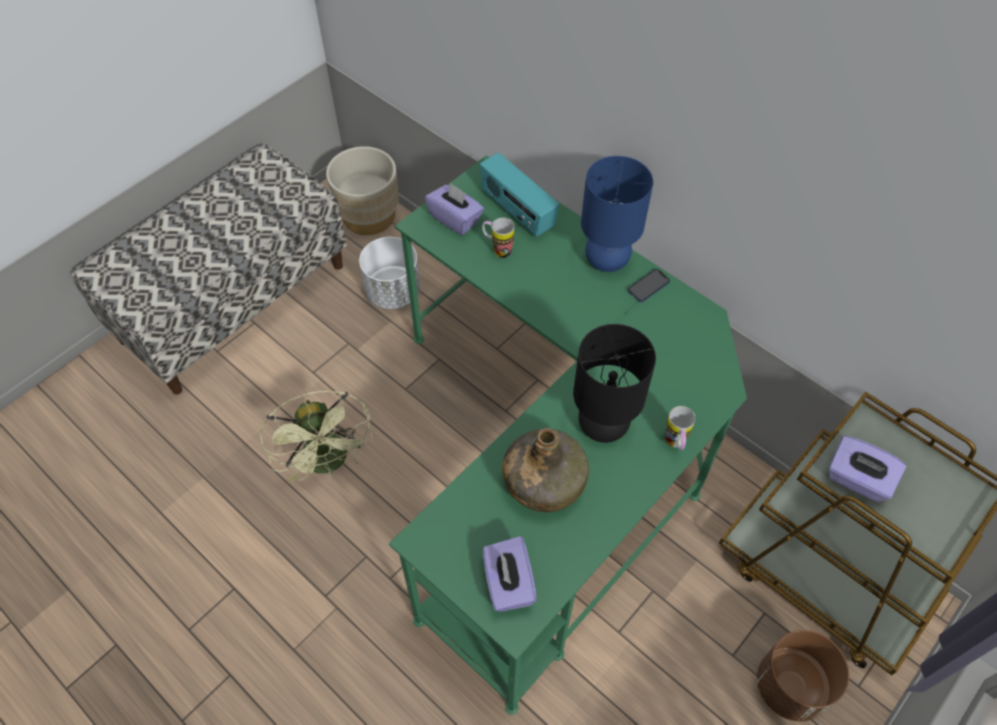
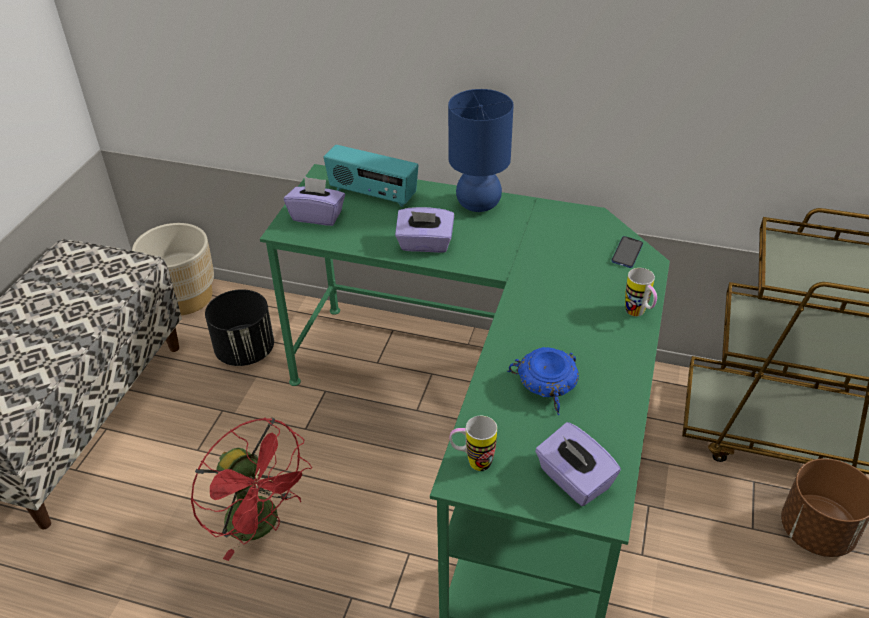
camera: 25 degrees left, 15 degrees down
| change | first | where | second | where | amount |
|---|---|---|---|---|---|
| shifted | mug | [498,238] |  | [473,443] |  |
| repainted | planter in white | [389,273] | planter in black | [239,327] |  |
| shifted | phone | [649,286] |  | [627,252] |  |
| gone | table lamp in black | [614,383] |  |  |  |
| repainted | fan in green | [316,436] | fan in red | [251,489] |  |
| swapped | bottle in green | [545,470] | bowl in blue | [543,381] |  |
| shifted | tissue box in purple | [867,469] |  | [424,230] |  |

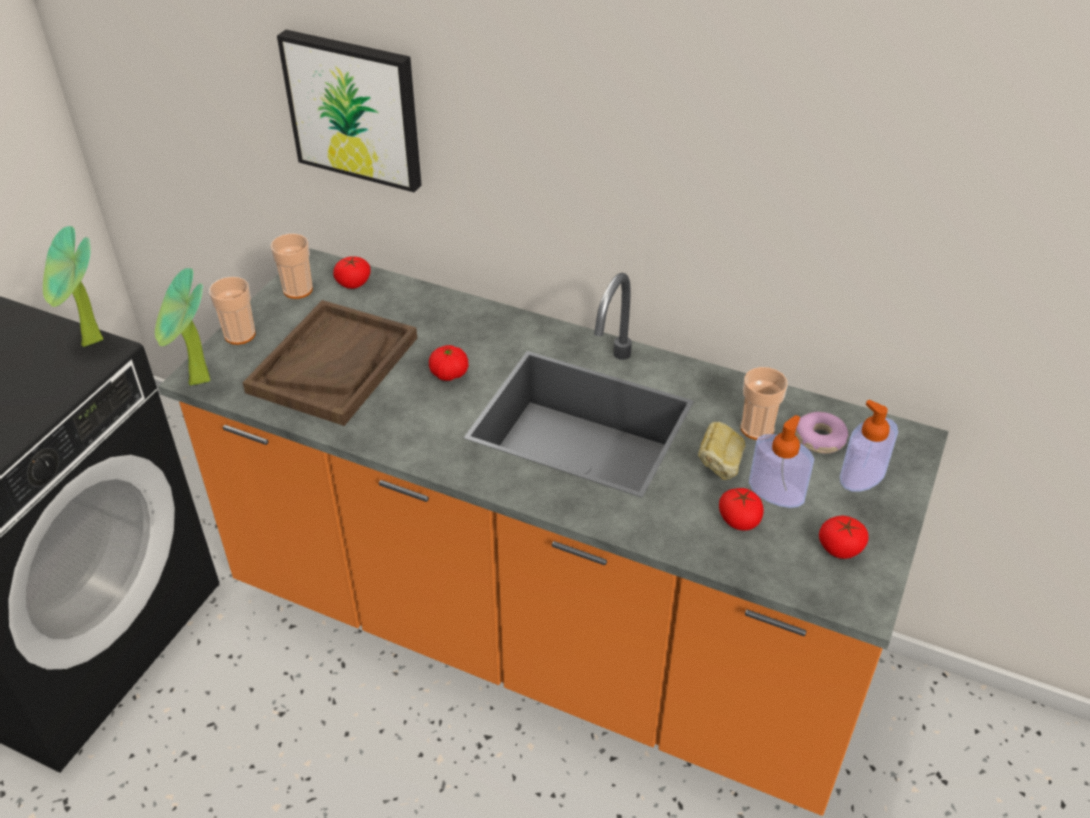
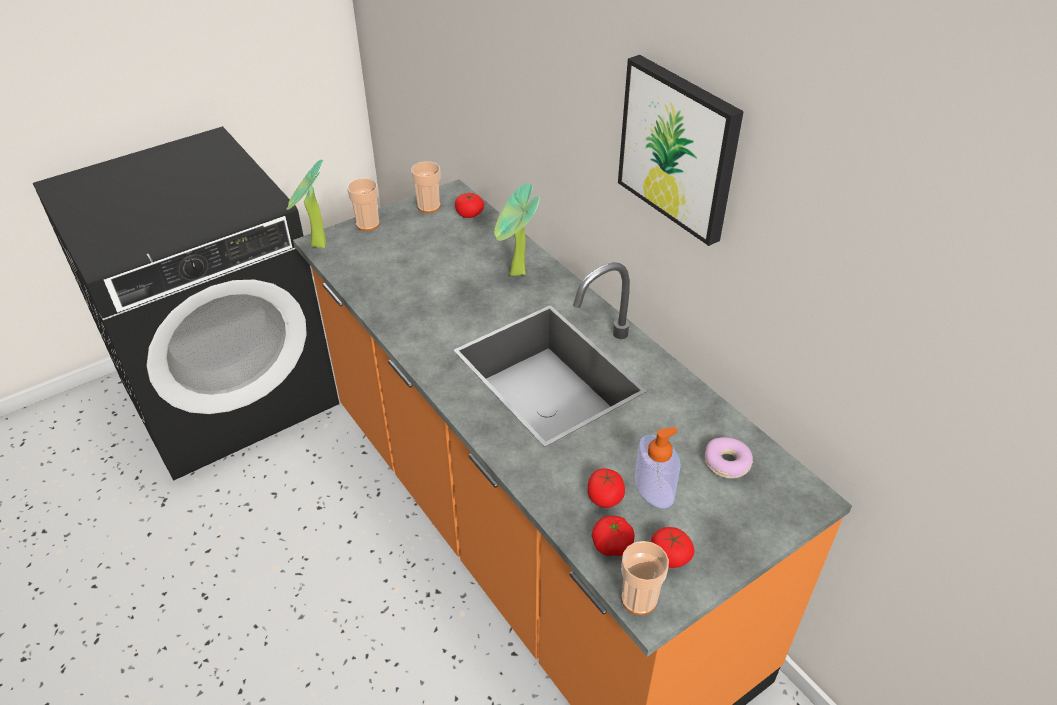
camera: 30 degrees right, 0 degrees up
| change | first | where | second | where | amount |
|---|---|---|---|---|---|
| shifted | picture | [349,111] |  | [681,150] |  |
| shifted | potted plant | [73,286] |  | [517,230] |  |
| gone | tray in brown | [329,363] |  |  |  |
| shifted | tomato | [448,363] |  | [613,536] |  |
| shifted | cup | [764,403] |  | [645,578] |  |
| gone | soap dispenser | [869,446] |  |  |  |
| gone | bread | [721,451] |  |  |  |

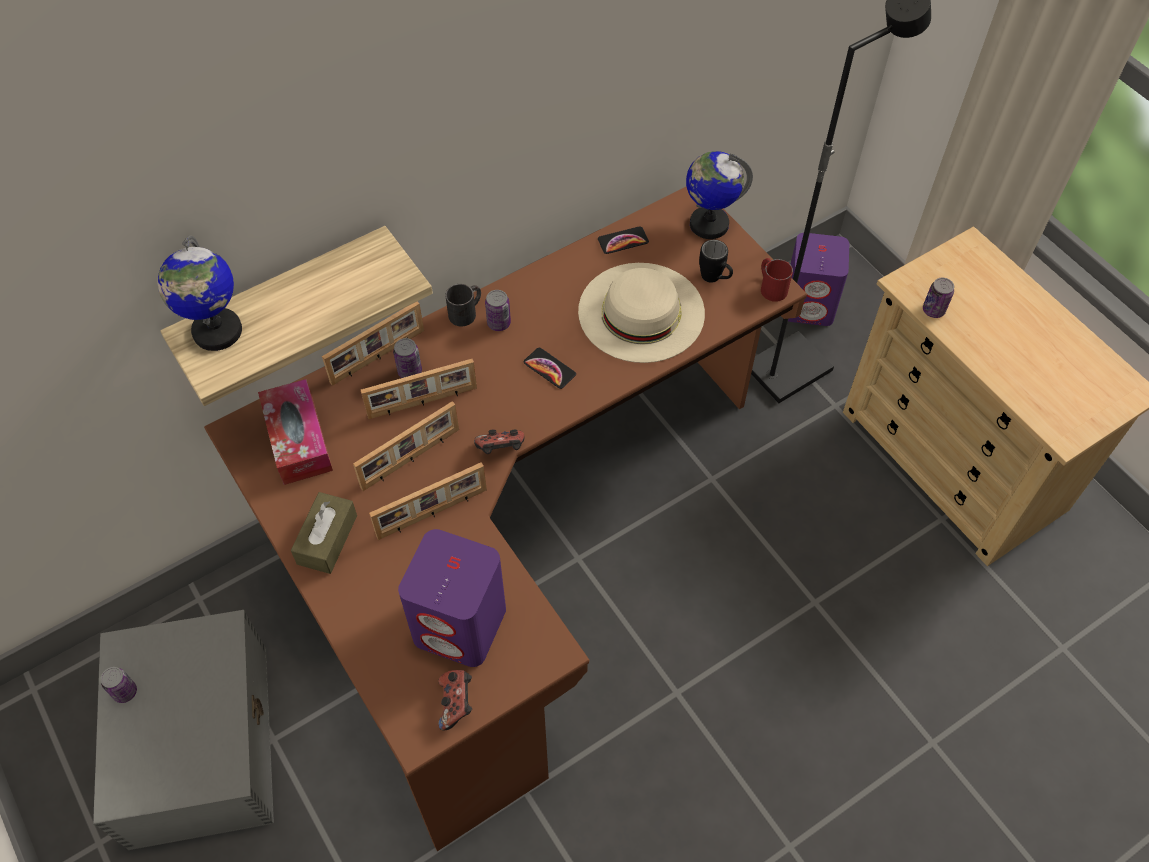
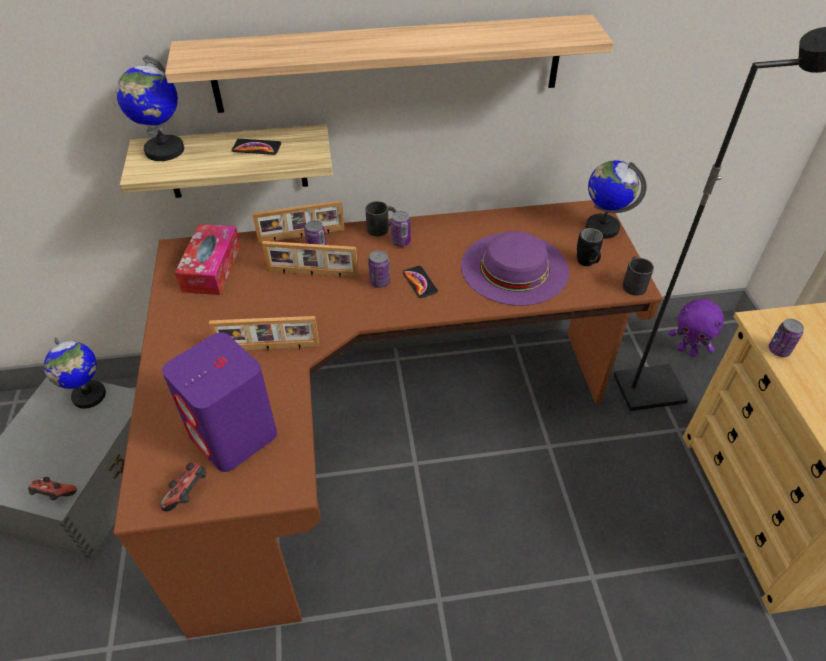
camera: 25 degrees right, 10 degrees down
| change | first | where | second | where | amount |
|---|---|---|---|---|---|
| shifted | phone | [623,240] |  | [256,147] |  |
| swapped | speaker in purple | [818,279] | plush toy in purple | [696,328] |  |
| repainted | mug in red | [777,280] | mug in black | [638,276] |  |
| repainted | hat in beige | [641,313] | hat in purple | [515,268] |  |
| gone | picture frame | [406,446] |  |  |  |
| shifted | game controller | [499,441] |  | [52,489] |  |
| gone | tissue box in brown | [324,533] |  |  |  |
| shifted | can | [118,685] |  | [379,269] |  |
| new |  |  | shelf | [389,63] |  |
| new |  |  | globe | [75,373] |  |

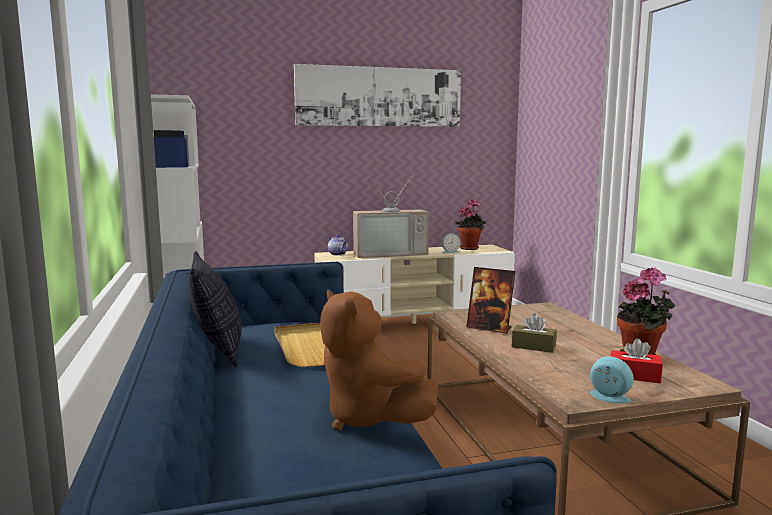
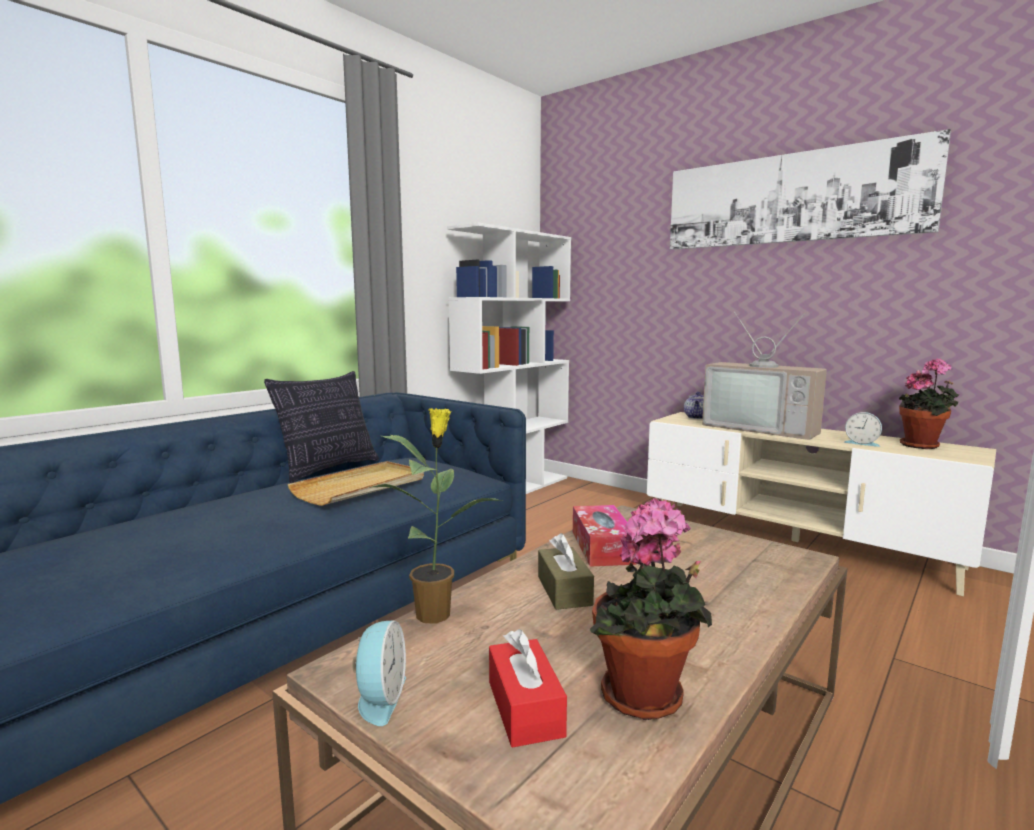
camera: 55 degrees right, 0 degrees up
| change | first | where | second | where | amount |
|---|---|---|---|---|---|
| swapped | picture frame | [490,300] | tissue box | [605,536] |  |
| gone | plush toy in brown | [379,360] |  |  |  |
| new |  |  | potted plant | [437,516] |  |

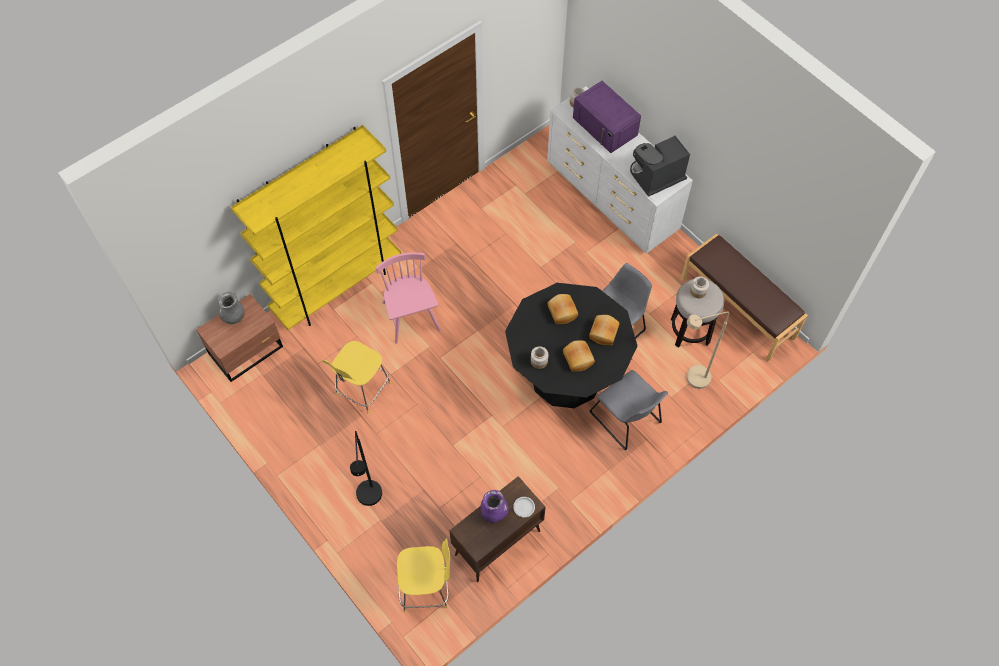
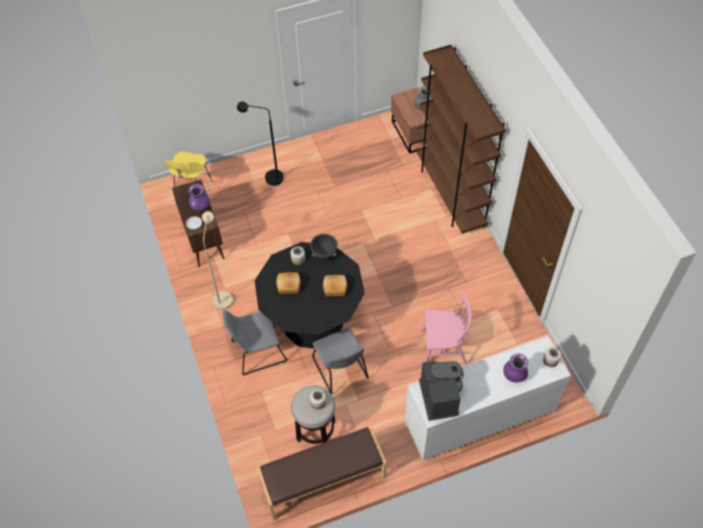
camera: 110 degrees right, 5 degrees down
| change | first | where | second | where | amount |
|---|---|---|---|---|---|
| swapped | microwave in purple | [607,117] | vase in purple | [515,368] |  |
| repainted | bookcase in yellow | [316,228] | bookcase in brown | [461,139] |  |
| shifted | chair in pink | [408,298] |  | [445,329] |  |
| shifted | floor lamp in beige | [708,350] |  | [217,260] |  |
| gone | bread | [604,330] |  |  |  |
| gone | stool in yellow | [356,377] |  |  |  |
| new |  |  | cooking pot in black | [324,247] |  |

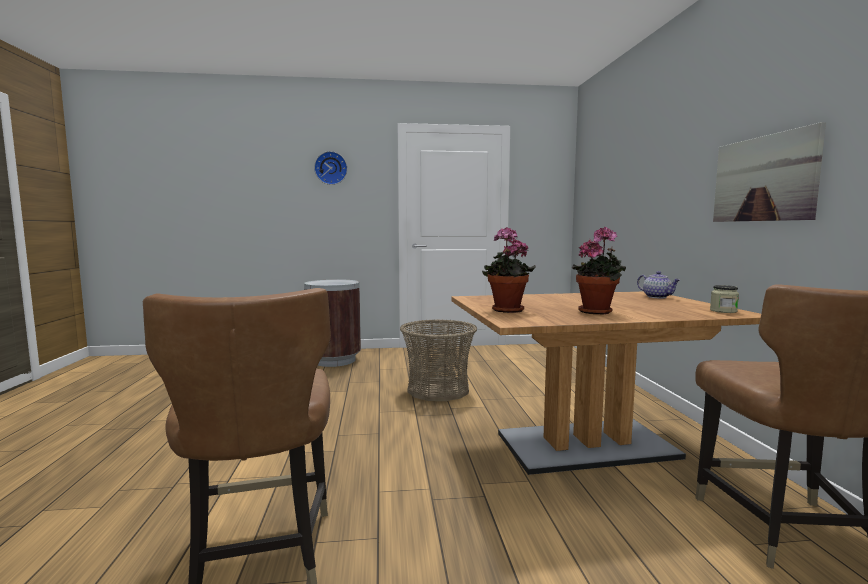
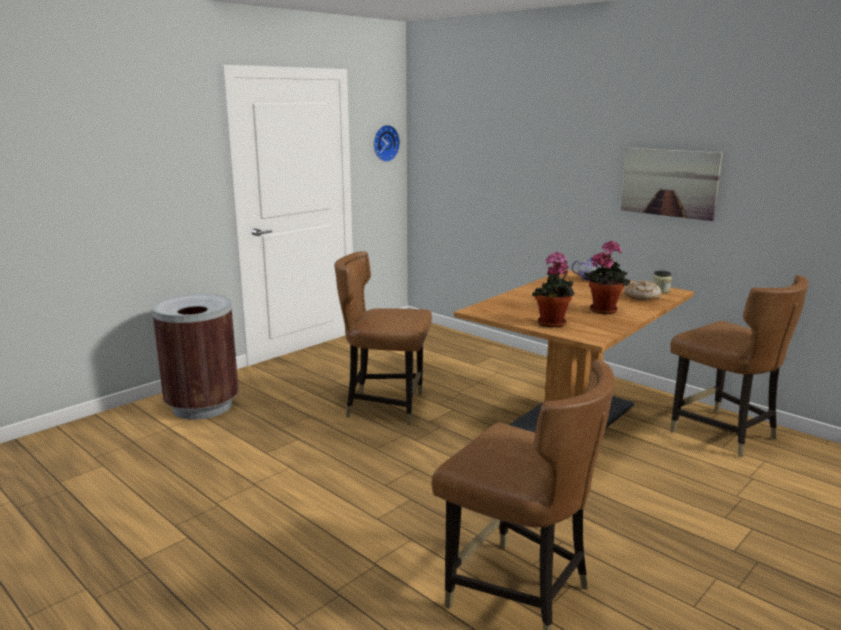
camera: 40 degrees left, 10 degrees up
| change | first | where | second | where | amount |
|---|---|---|---|---|---|
| shifted | wall clock | [331,168] |  | [387,143] |  |
| swapped | basket | [438,360] | chair in brown | [383,338] |  |
| new |  |  | bread | [643,290] |  |

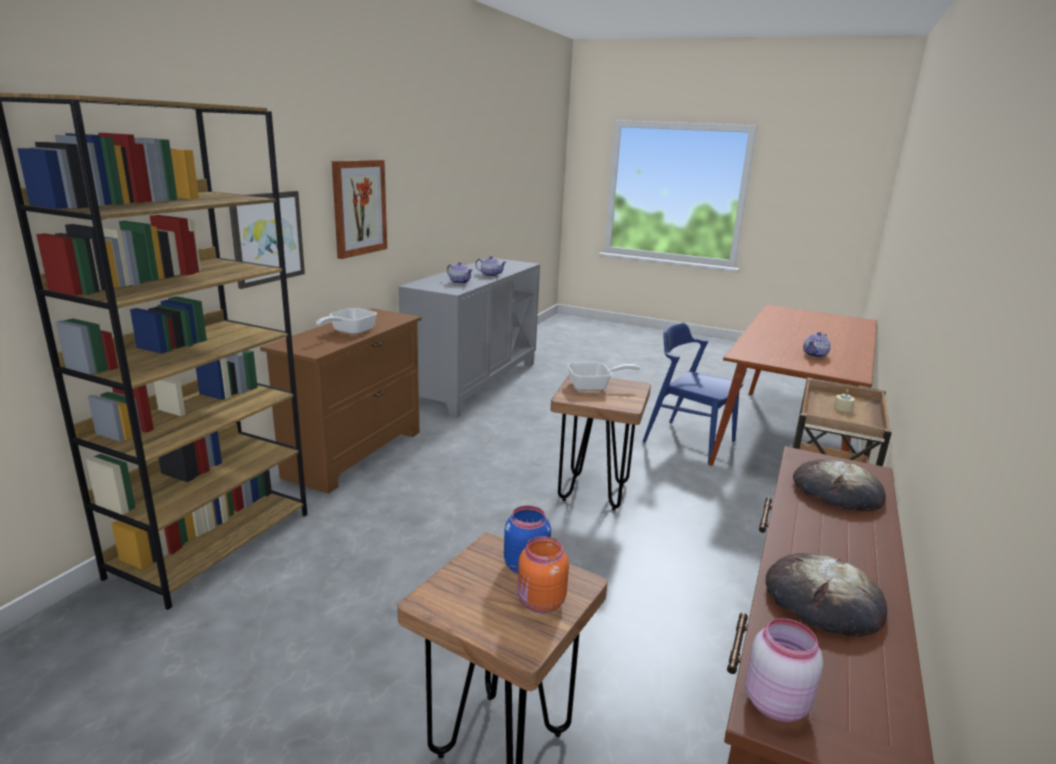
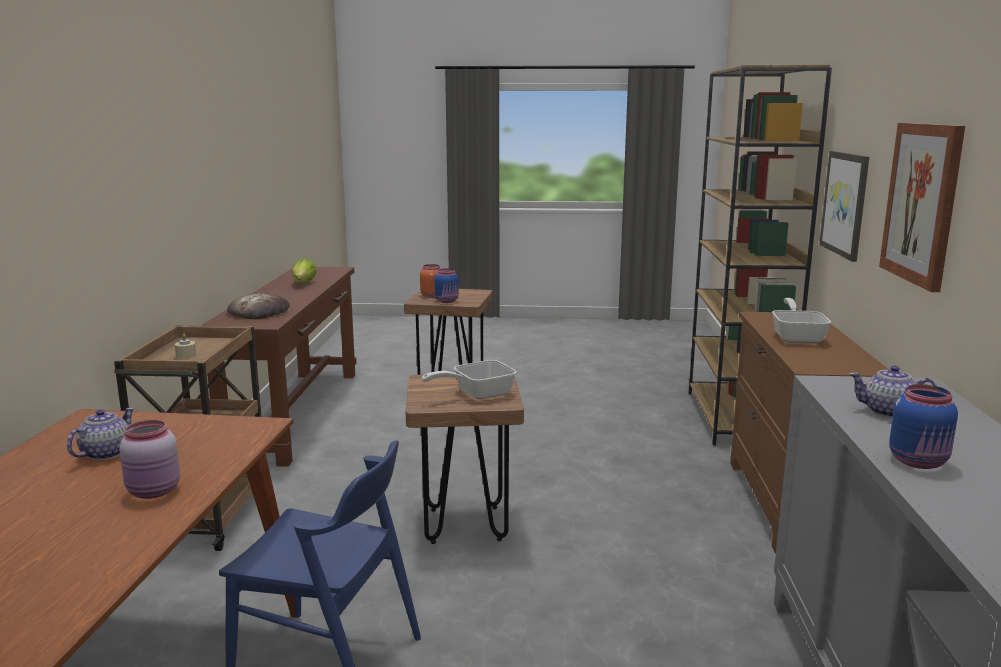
camera: 160 degrees right, 5 degrees down
| change | first | where | second | where | amount |
|---|---|---|---|---|---|
| swapped | teapot | [491,266] | jar in blue | [923,426] |  |
| swapped | bread | [826,595] | lettuce | [304,271] |  |
| shifted | jar in pink | [784,670] |  | [149,459] |  |

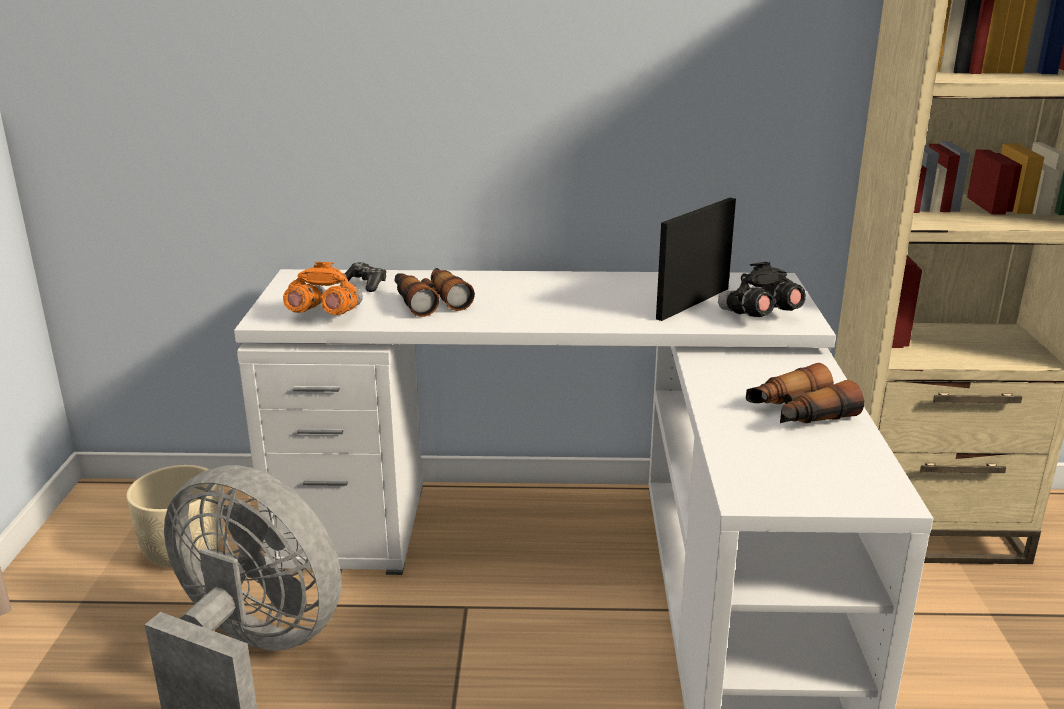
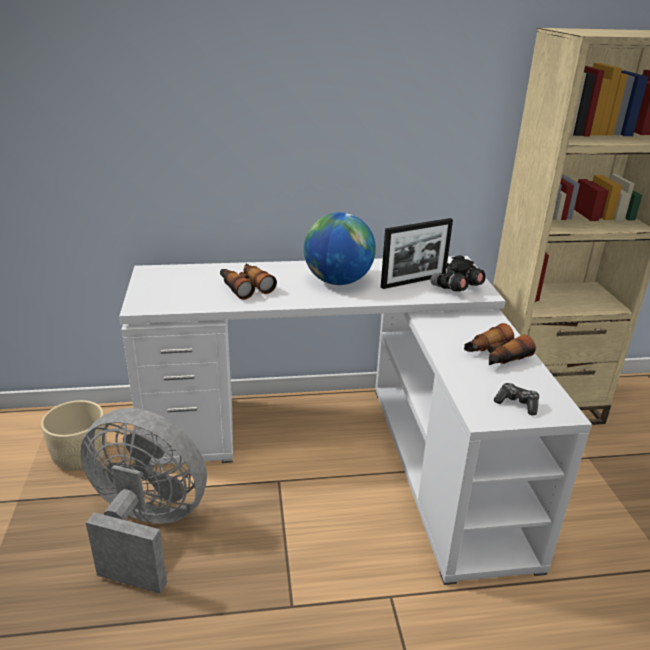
camera: 10 degrees left, 5 degrees up
| change | first | where | second | where | amount |
|---|---|---|---|---|---|
| rotated | picture frame | [696,259] |  | [417,253] | 150 degrees counterclockwise |
| gone | binoculars in orange | [323,288] |  |  |  |
| shifted | game controller | [366,277] |  | [516,399] |  |
| new |  |  | globe | [340,248] |  |

